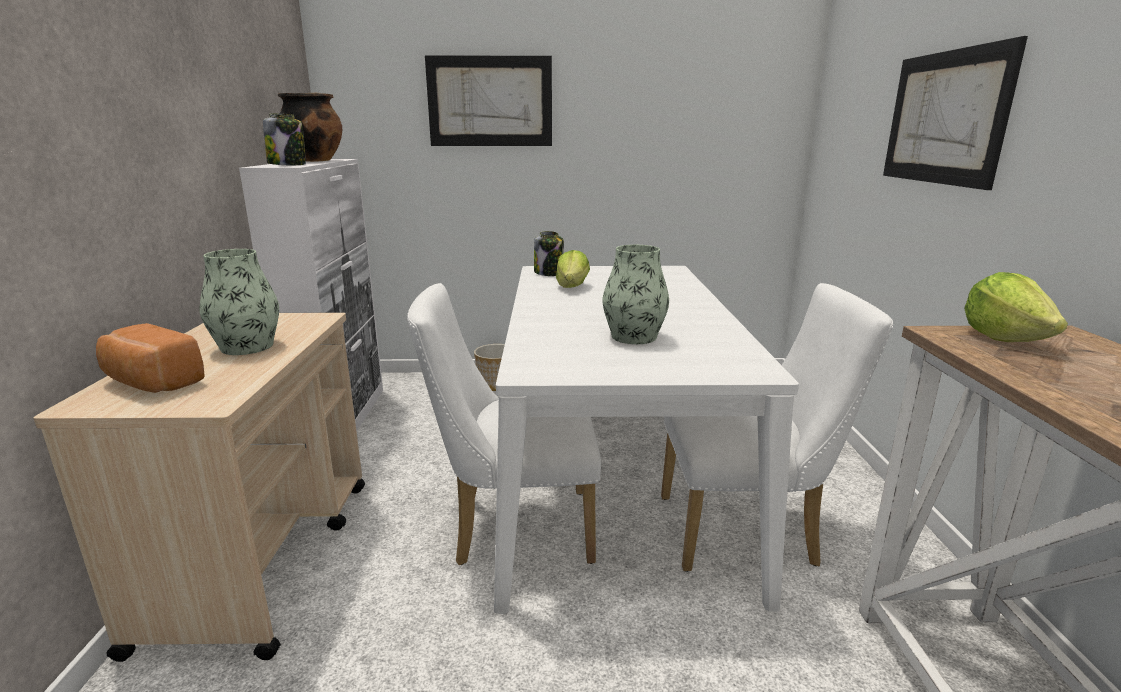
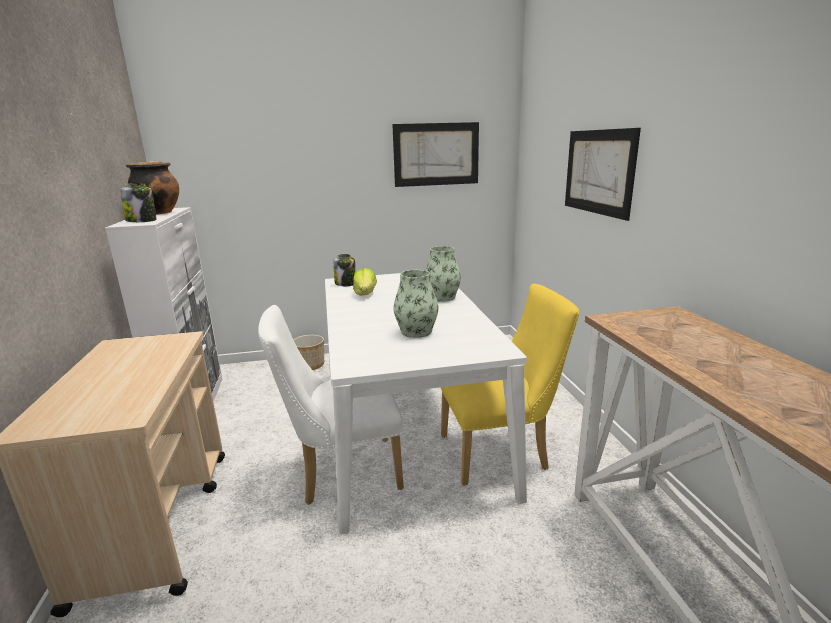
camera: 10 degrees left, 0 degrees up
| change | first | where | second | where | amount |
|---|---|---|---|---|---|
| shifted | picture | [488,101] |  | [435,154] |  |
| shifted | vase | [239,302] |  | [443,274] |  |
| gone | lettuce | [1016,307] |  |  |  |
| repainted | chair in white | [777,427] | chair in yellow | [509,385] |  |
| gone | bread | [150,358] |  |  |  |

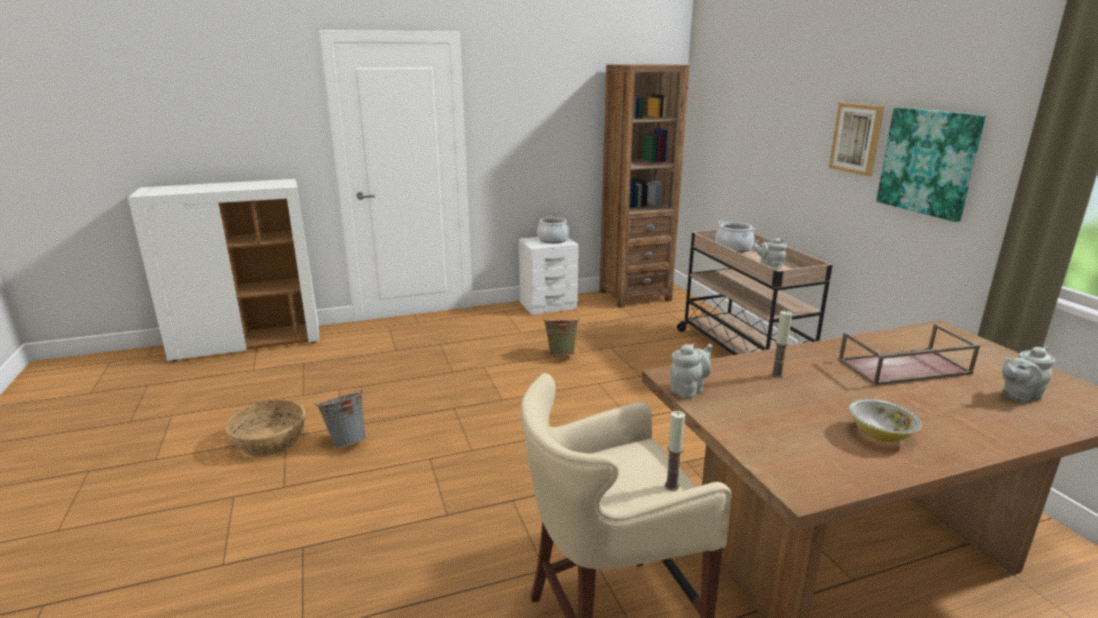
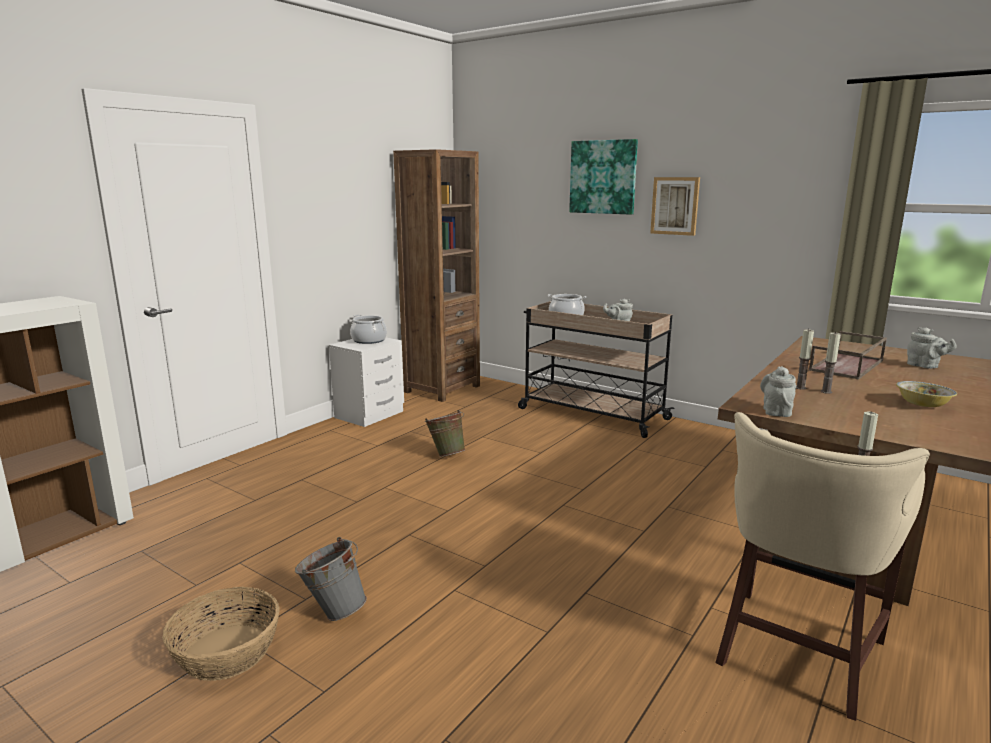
camera: 35 degrees left, 5 degrees down
| change | first | where | second | where | amount |
|---|---|---|---|---|---|
| shifted | picture | [931,164] |  | [603,177] |  |
| rotated | teapot in grey | [1028,375] |  | [932,348] | 75 degrees counterclockwise |
| new |  |  | candle | [831,363] |  |

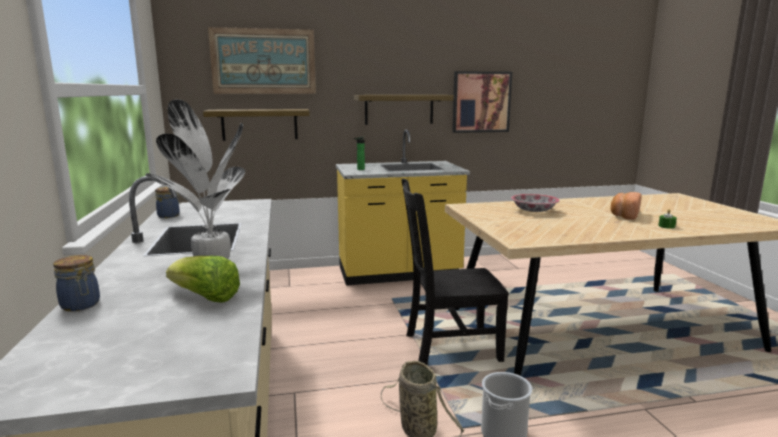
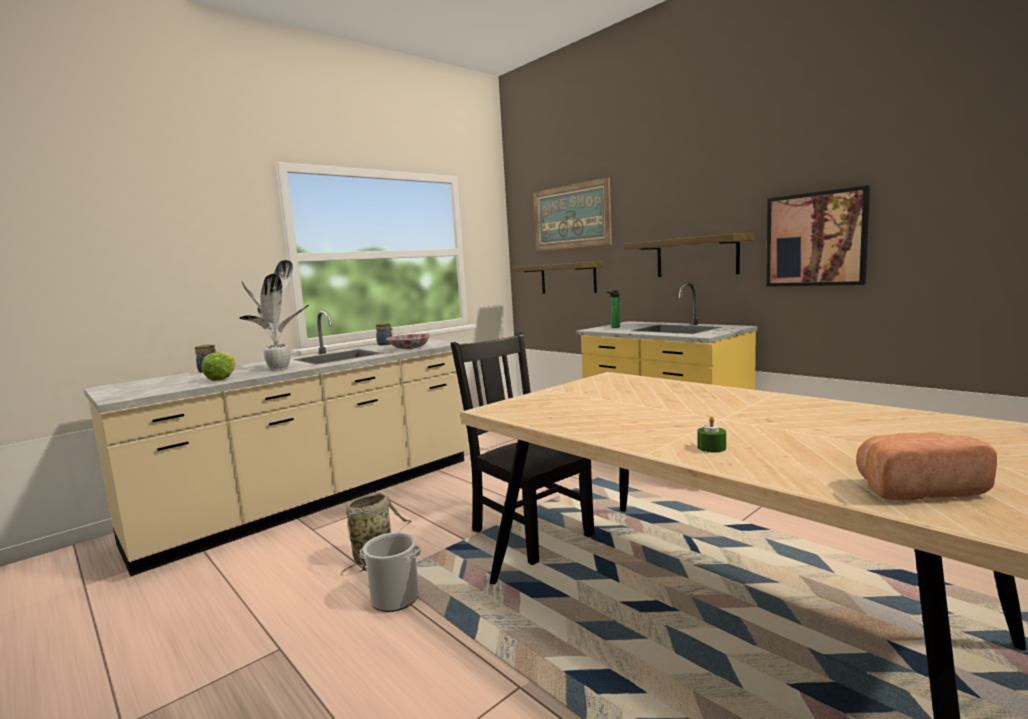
camera: 60 degrees right, 5 degrees down
| change | first | where | second | where | amount |
|---|---|---|---|---|---|
| shifted | bread | [626,206] |  | [927,466] |  |
| shifted | bowl | [535,203] |  | [408,341] |  |

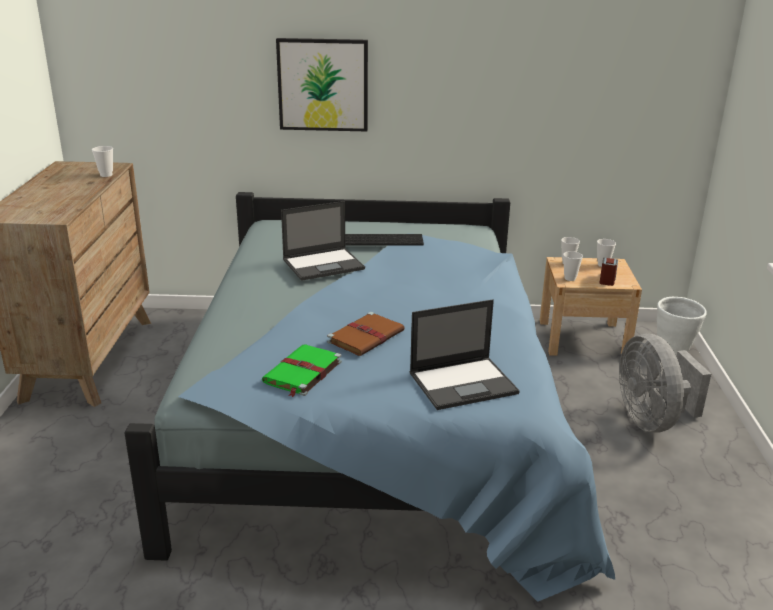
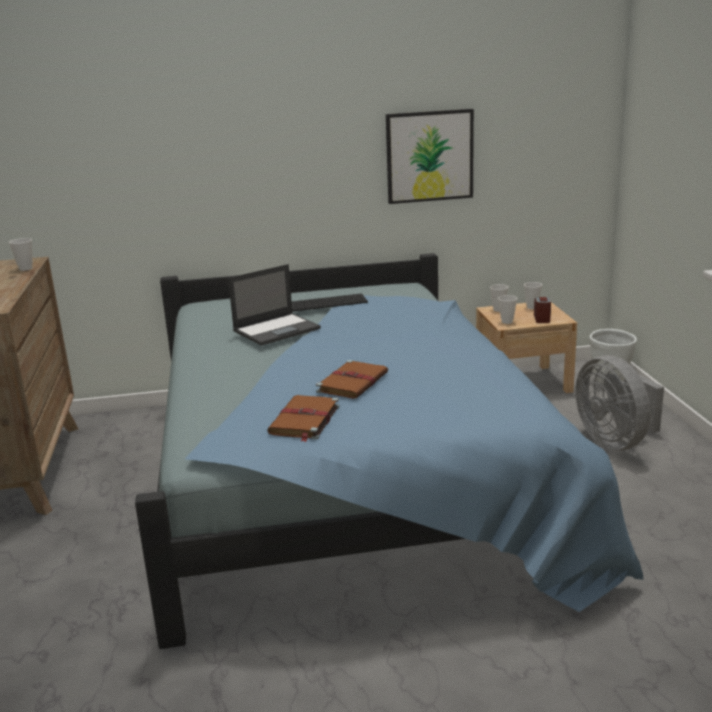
camera: 10 degrees left, 5 degrees down
| change | first | where | second | where | amount |
|---|---|---|---|---|---|
| shifted | picture | [322,84] |  | [430,156] |  |
| gone | laptop | [465,354] |  |  |  |
| repainted | book in green | [302,370] | book in brown | [303,418] |  |

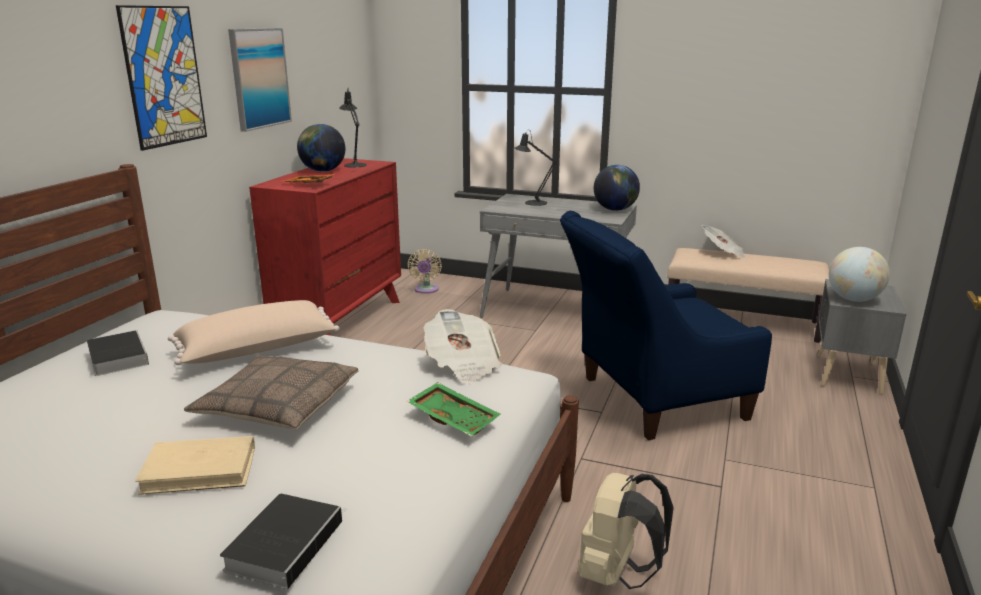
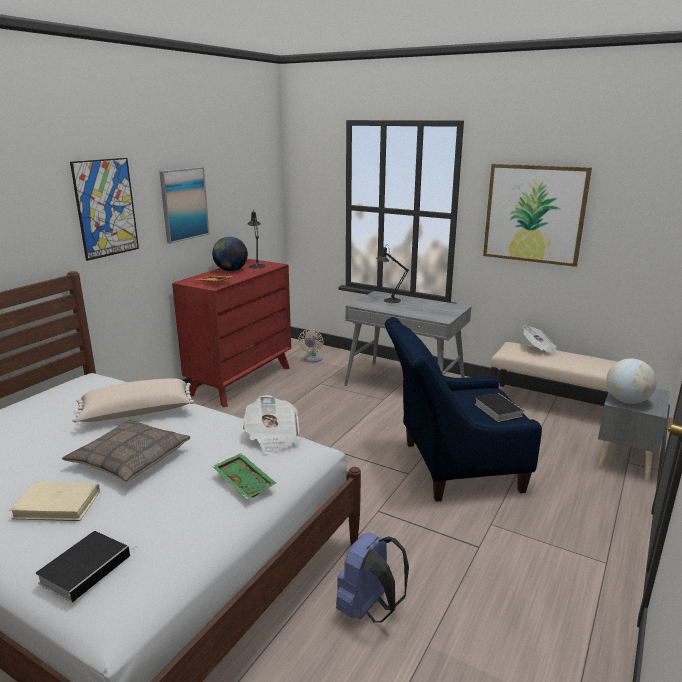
camera: 10 degrees right, 0 degrees up
| change | first | where | second | where | amount |
|---|---|---|---|---|---|
| gone | globe | [617,188] |  |  |  |
| shifted | book | [118,353] |  | [499,407] |  |
| repainted | backpack in beige | [625,531] | backpack in blue | [372,578] |  |
| new |  |  | picture | [537,215] |  |

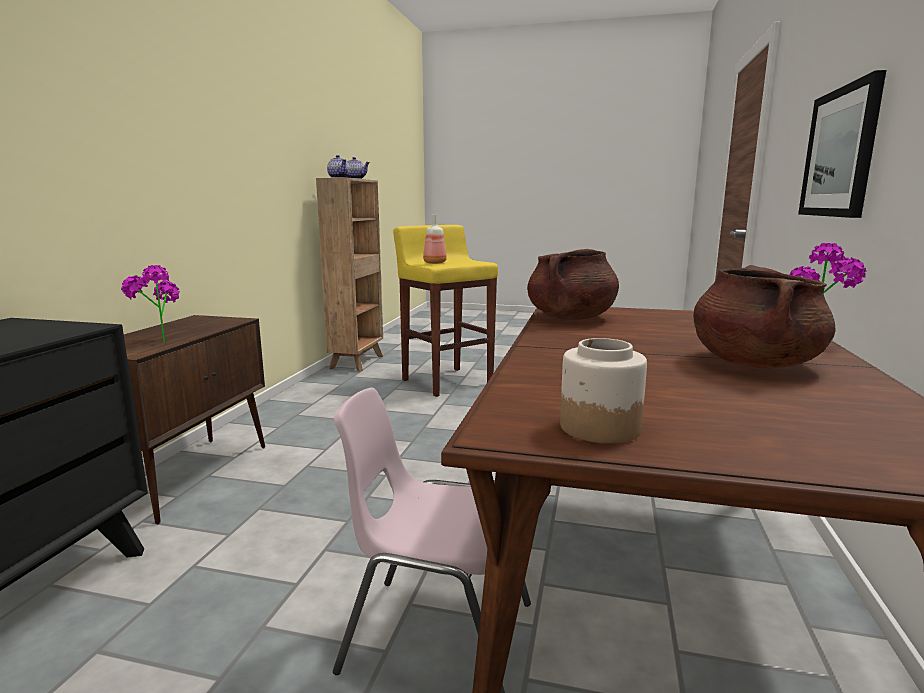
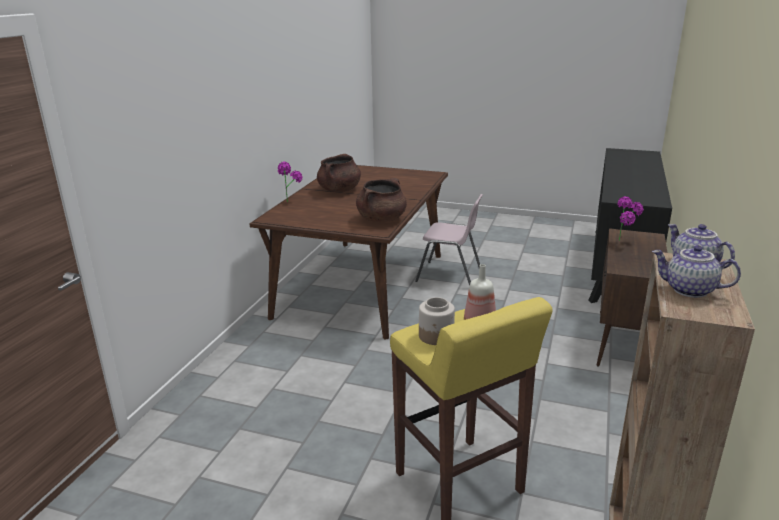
camera: 175 degrees left, 10 degrees up
| change | first | where | second | where | amount |
|---|---|---|---|---|---|
| gone | picture | [842,144] |  |  |  |
| shifted | jar | [603,391] |  | [437,321] |  |

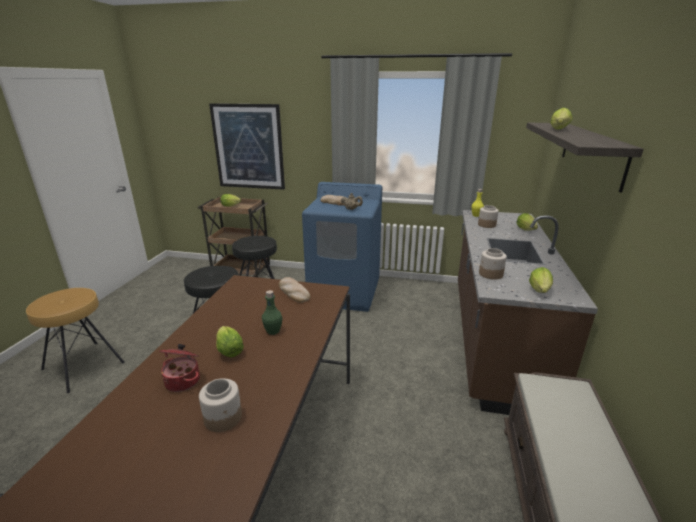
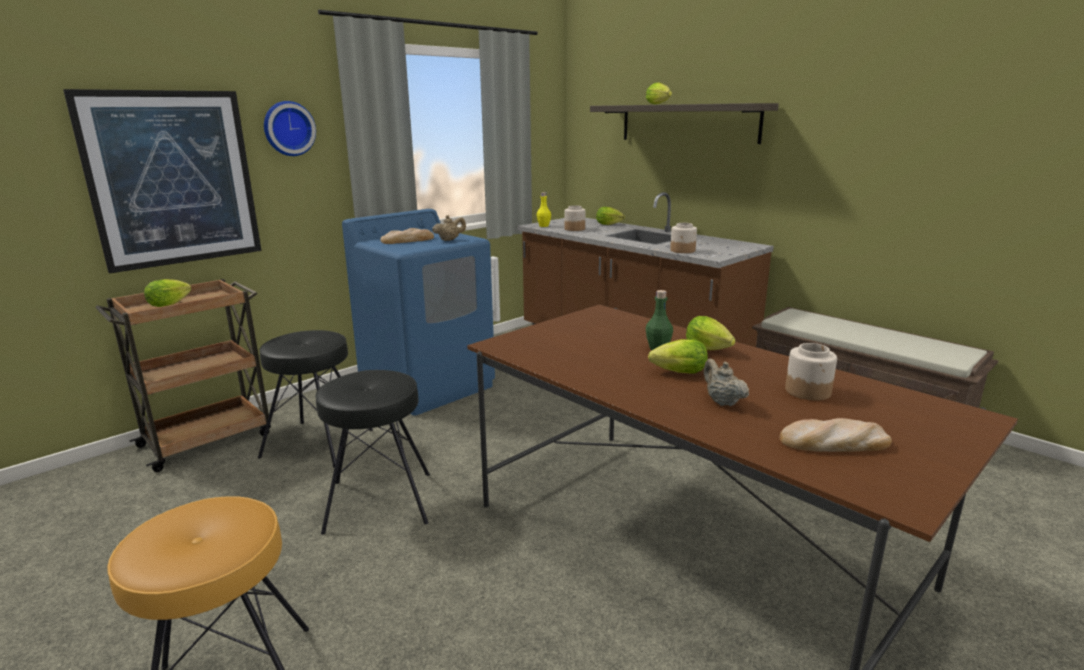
camera: 55 degrees left, 5 degrees down
| change | first | where | second | where | amount |
|---|---|---|---|---|---|
| shifted | lettuce | [541,280] |  | [711,333] |  |
| shifted | bread | [294,290] |  | [835,435] |  |
| swapped | cooking pot | [179,368] | teapot in beige | [726,382] |  |
| new |  |  | wall clock | [290,128] |  |

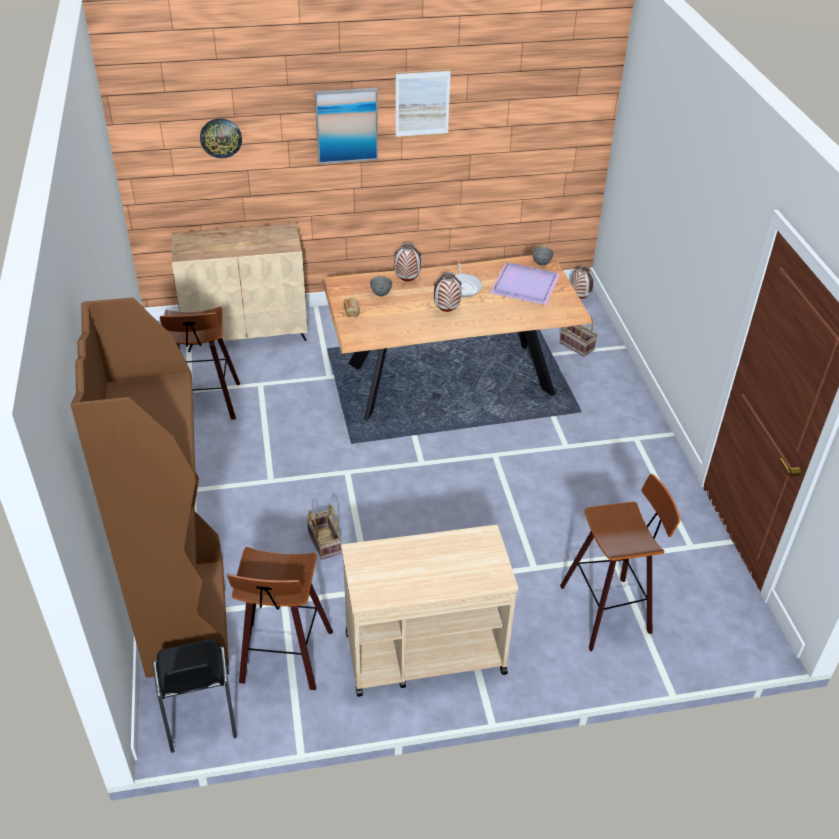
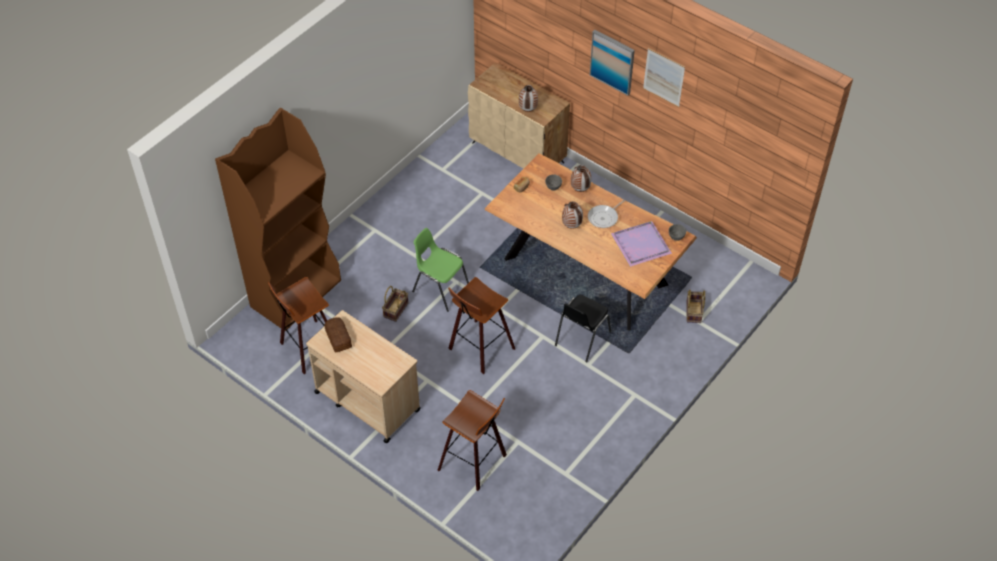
camera: 50 degrees right, 10 degrees up
| change | first | where | second | where | amount |
|---|---|---|---|---|---|
| gone | wall clock | [221,138] |  |  |  |
| shifted | vase | [582,282] |  | [528,98] |  |
| shifted | stool | [200,363] |  | [481,325] |  |
| shifted | chair in black | [195,696] |  | [583,329] |  |
| new |  |  | chair in green | [440,270] |  |
| new |  |  | bread | [338,335] |  |

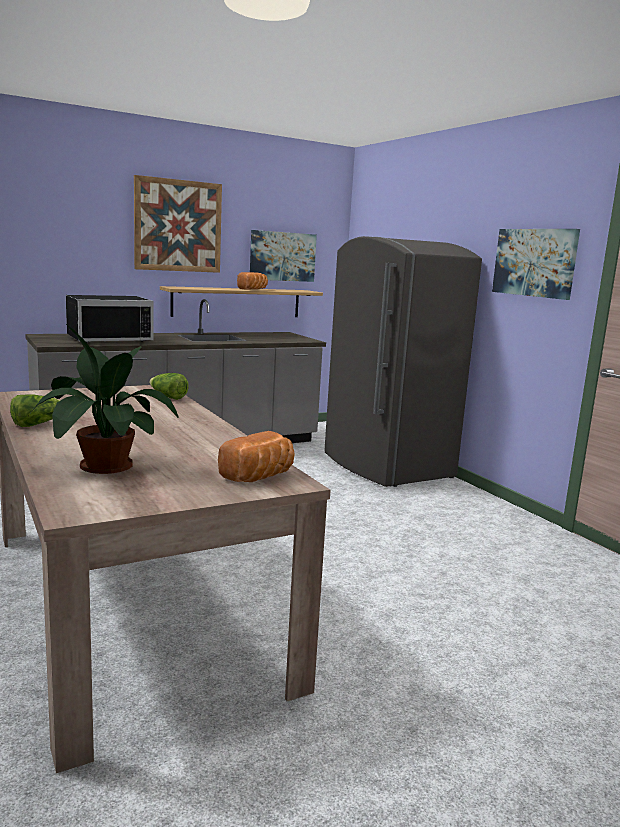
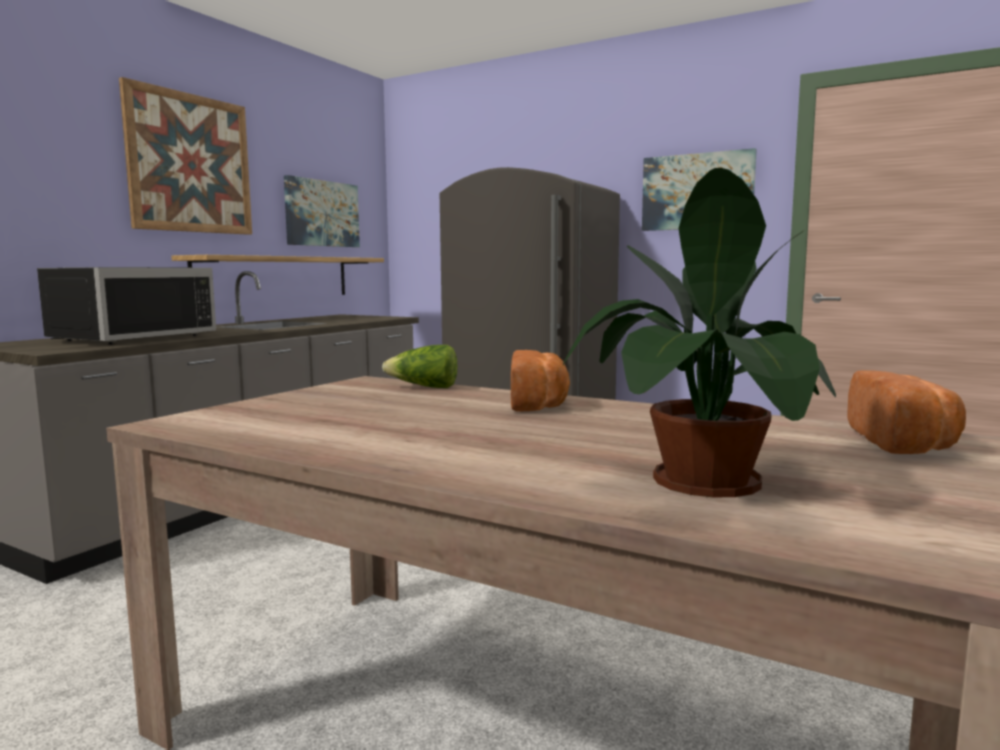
camera: 30 degrees left, 5 degrees down
| change | first | where | second | where | amount |
|---|---|---|---|---|---|
| shifted | bread | [252,280] |  | [540,380] |  |
| gone | lettuce | [35,410] |  |  |  |

